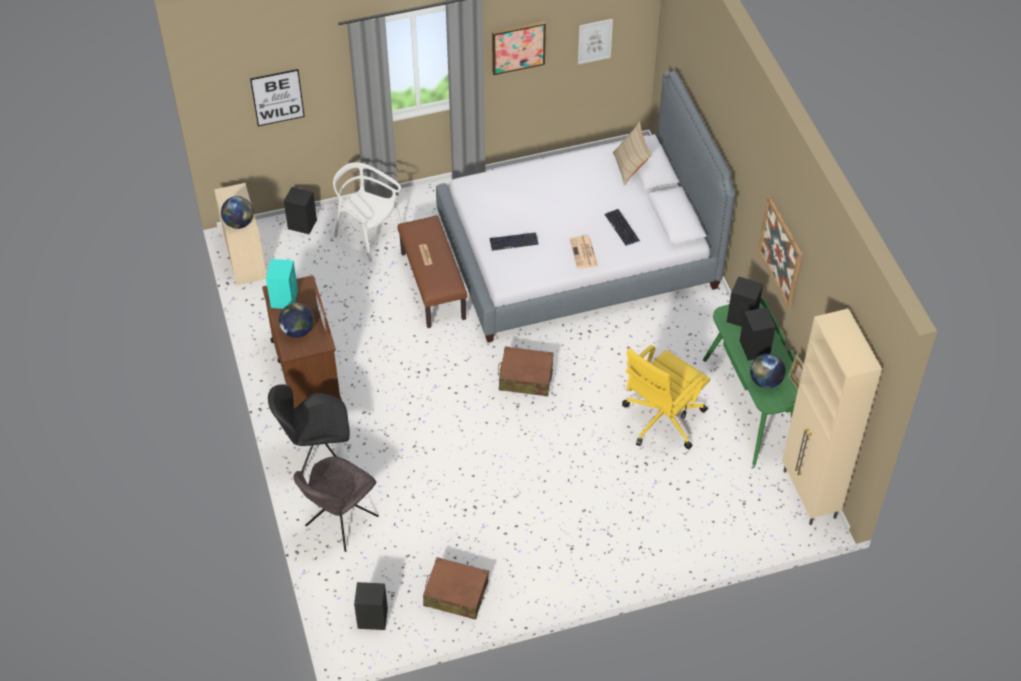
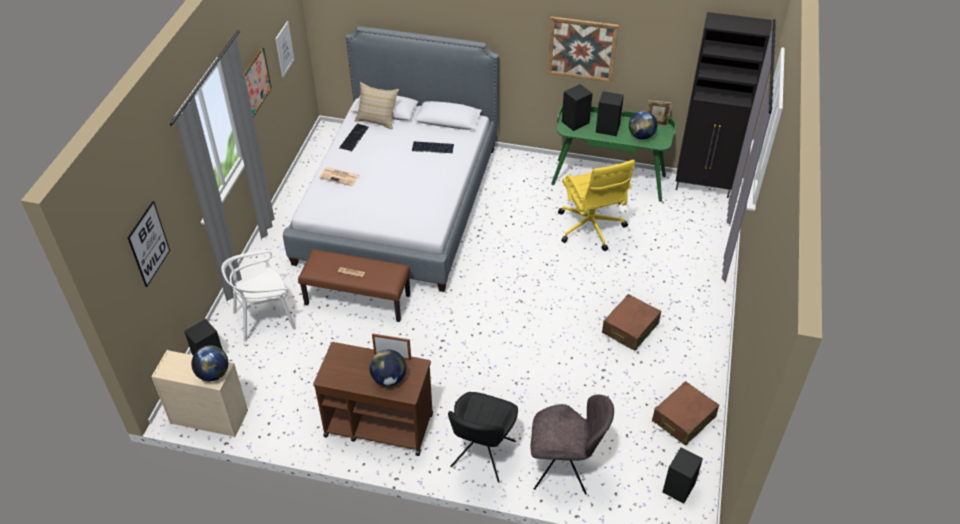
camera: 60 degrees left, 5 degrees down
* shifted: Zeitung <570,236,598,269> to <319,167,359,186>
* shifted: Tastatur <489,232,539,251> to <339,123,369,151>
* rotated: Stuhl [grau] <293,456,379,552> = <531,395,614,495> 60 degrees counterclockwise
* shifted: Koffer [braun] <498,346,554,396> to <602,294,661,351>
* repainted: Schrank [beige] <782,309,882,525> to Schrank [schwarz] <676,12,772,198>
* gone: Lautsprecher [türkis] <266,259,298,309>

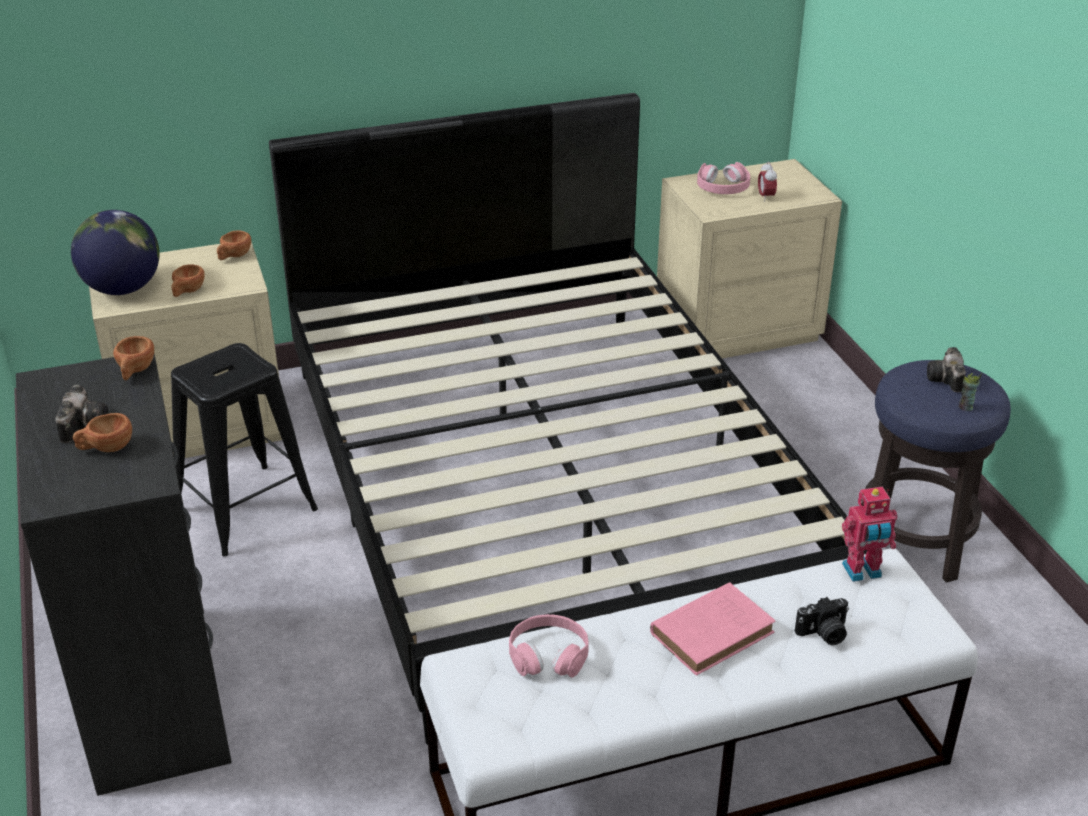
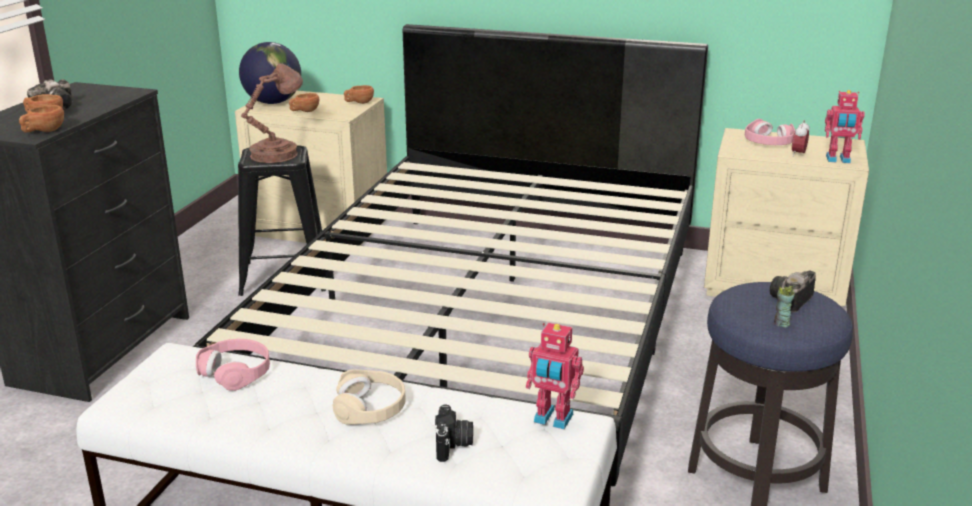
camera: 35 degrees right, 10 degrees down
* shifted: Tasse [braun] <113,336,154,380> to <19,105,64,133>
* new: Tischlampe [braun] <241,63,303,163>
* swapped: Buch [rosa] <650,582,776,676> to Kopfhörer [beige] <333,369,406,425>
* rotated: Kamera <794,597,849,645> = <433,404,473,462> 105 degrees counterclockwise
* new: Spielzeugroboter <825,90,865,163>

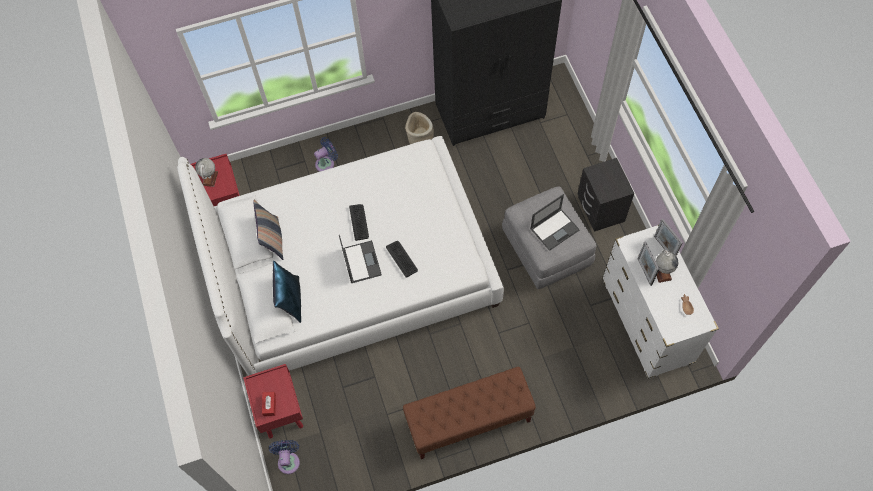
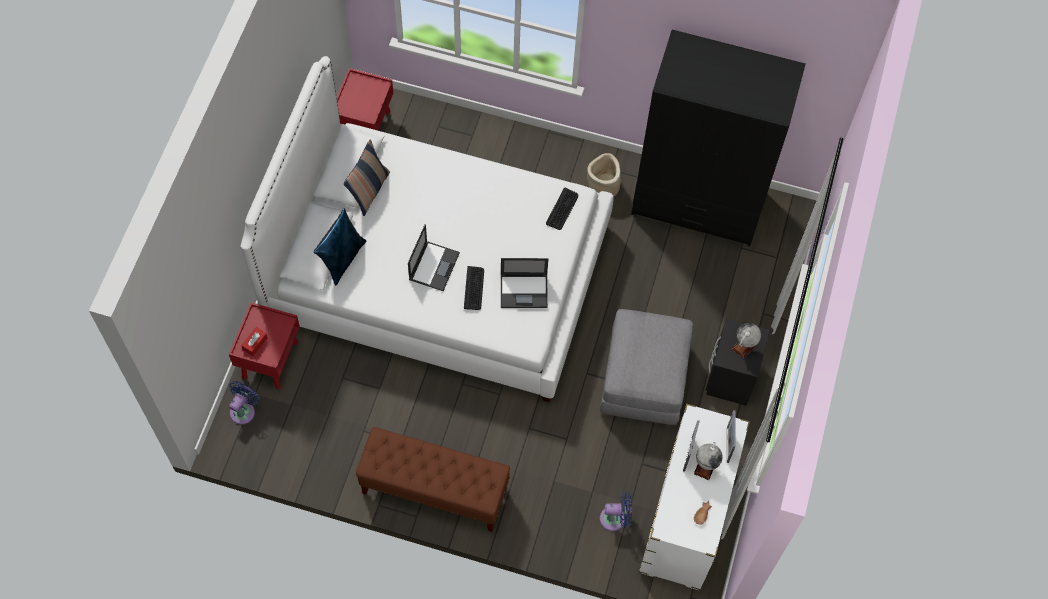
camera: 30 degrees right, 0 degrees up
* shifted: Laptop <530,194,580,251> to <501,258,548,308>
* shifted: Tastatur <349,204,369,241> to <546,188,578,230>
* shifted: Ventilator [blau] <314,137,338,172> to <600,492,632,531>
* shifted: Globus <195,158,218,187> to <732,323,761,359>

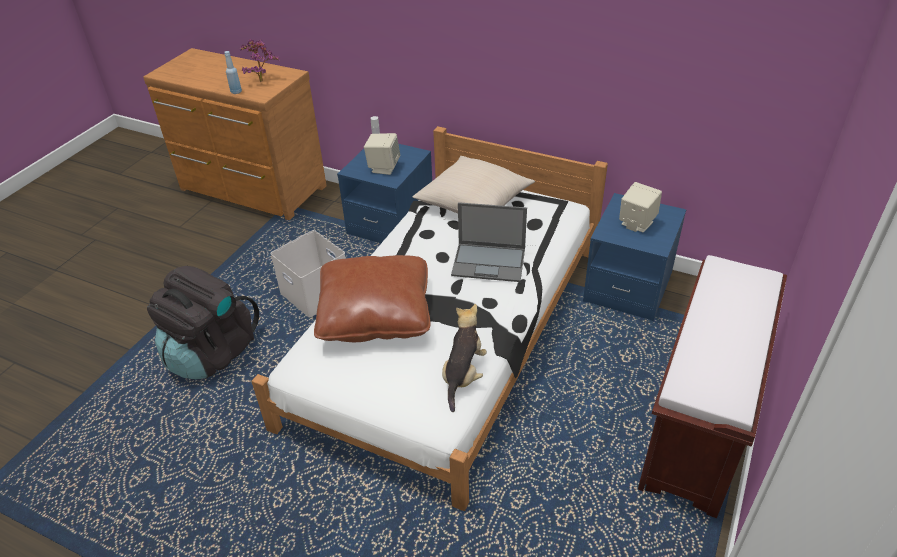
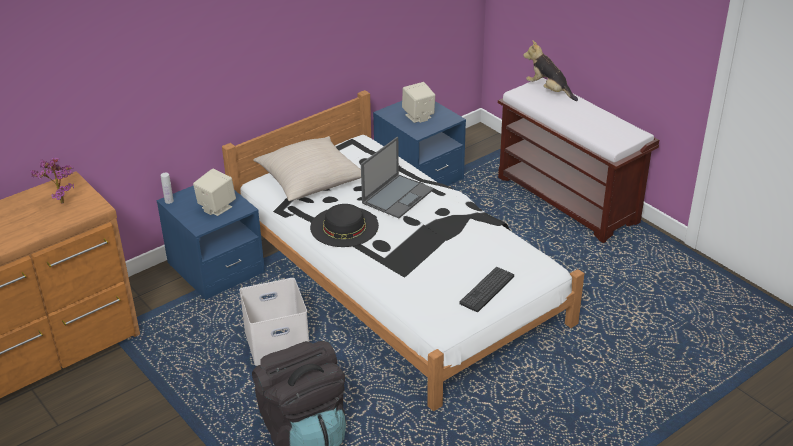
camera: 65 degrees left, 5 degrees down
* new: Hut [schwarz] <310,204,379,247>
* new: Tastatur <459,267,514,312>
* shifted: Plüschtier <442,304,487,412> to <523,40,578,101>
* gone: Flasche [blau] <224,51,242,94>
* gone: Kissen [braun] <314,255,430,342>

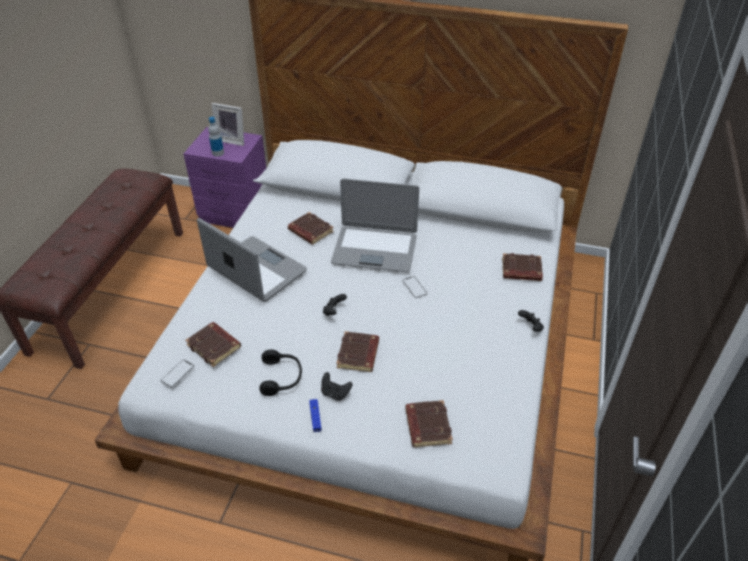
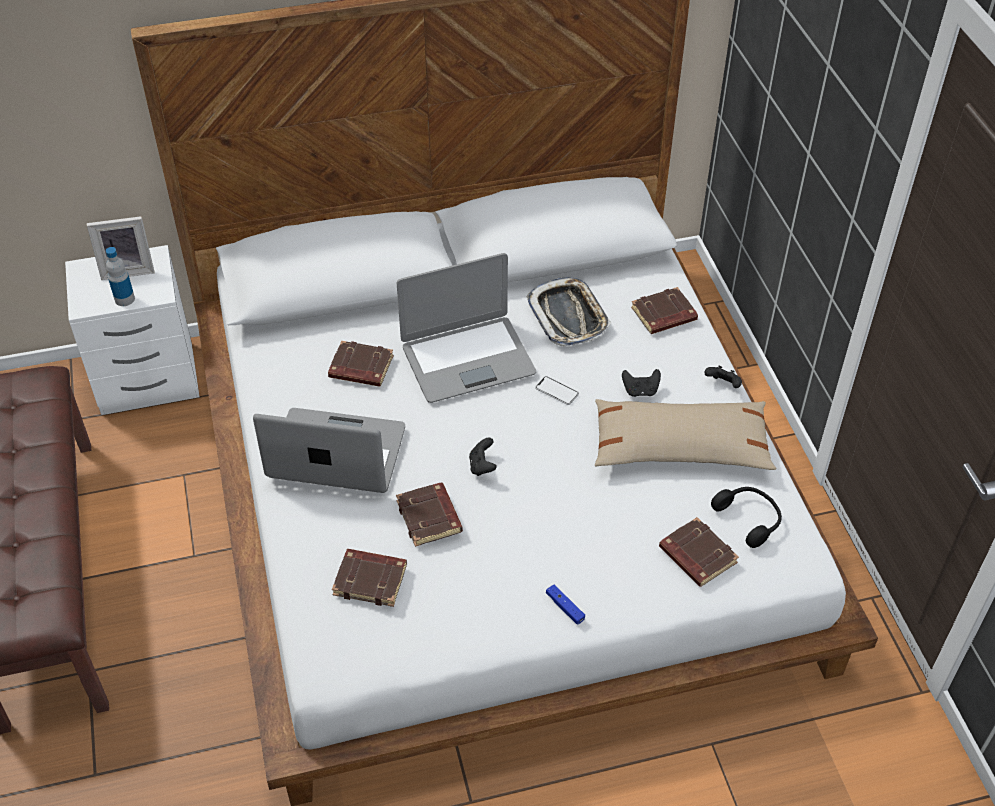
camera: 30 degrees left, 5 degrees up
* repainted: Nachttisch [lila] <183,127,266,228> to Nachttisch [weiß] <65,245,200,415>
* shifted: Buch [braun] <336,331,379,372> to <396,483,463,547>
* new: Tablett <526,277,611,347>
* new: Kissen [beige] <595,399,776,470>
* shifted: Gamepad [schwarz] <321,372,352,401> to <622,369,661,397>
* shifted: Kopfhörer [schwarz] <259,349,302,396> to <711,487,782,548>
* gone: Handy <161,360,194,388>

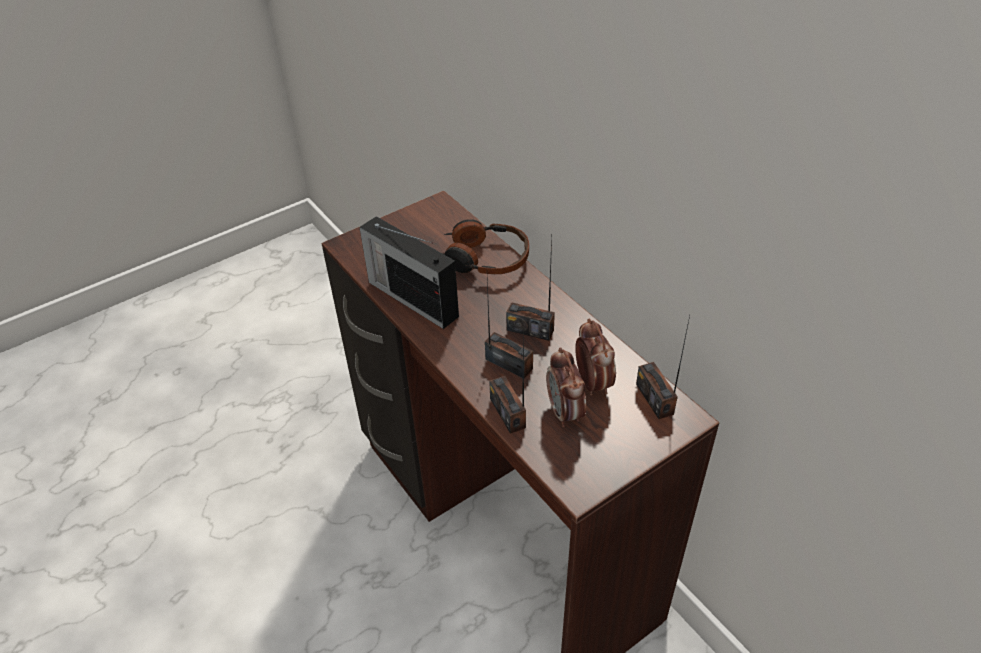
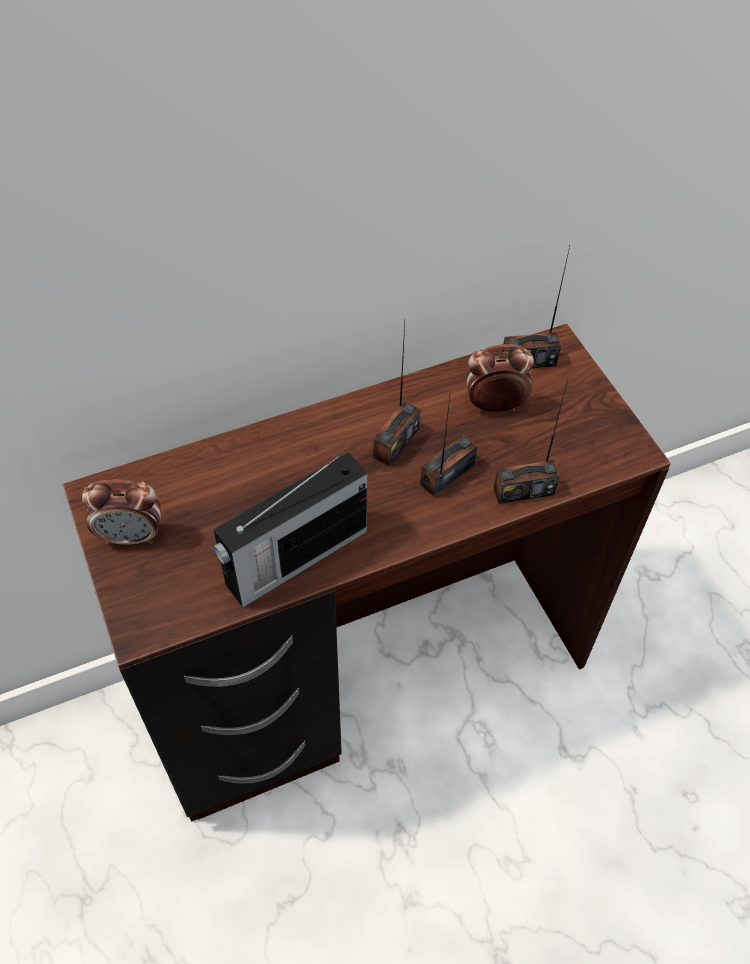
camera: 80 degrees left, 10 degrees up
* shifted: Wecker <546,347,586,427> to <82,480,161,545>
* gone: Kopfhörer <442,219,529,274>

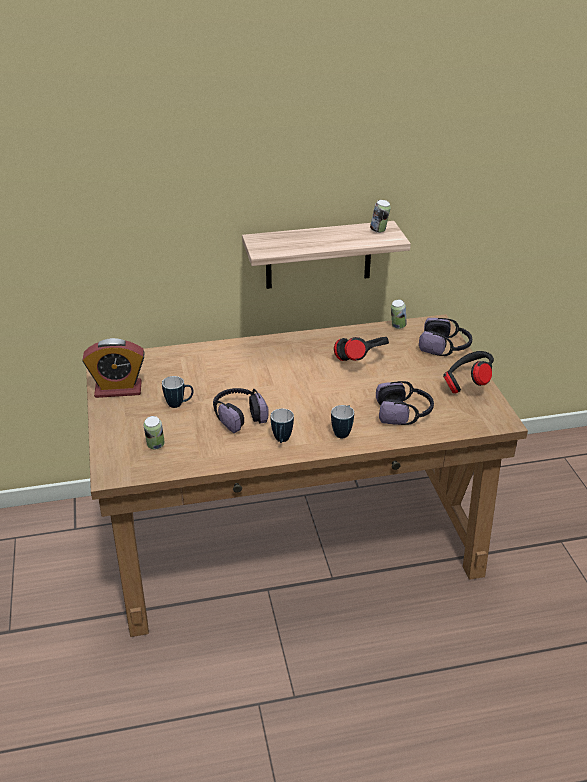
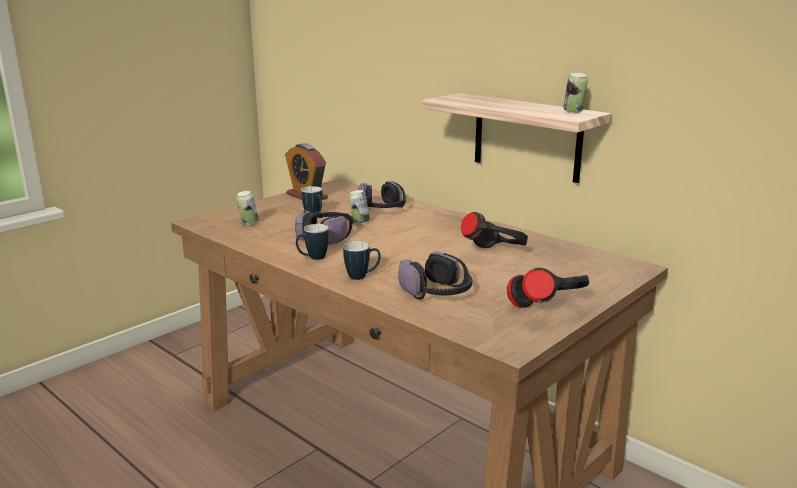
camera: 55 degrees right, 15 degrees down
* shifted: Dose <391,300,407,329> to <349,190,370,224>
* shifted: Kopfhörer <419,318,472,356> to <358,181,406,208>

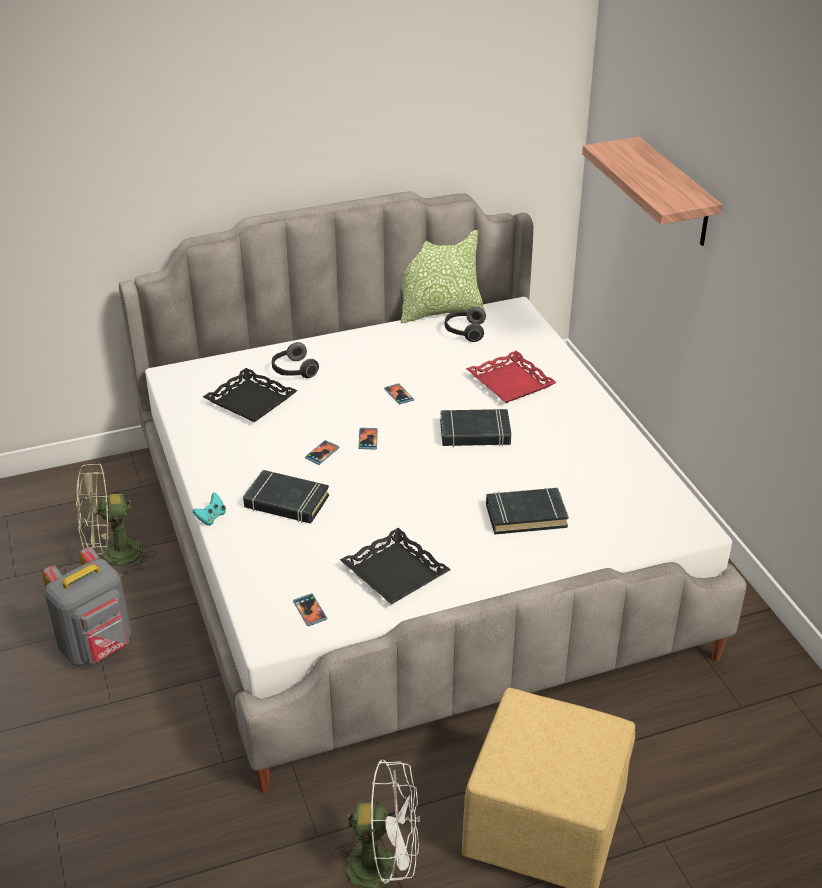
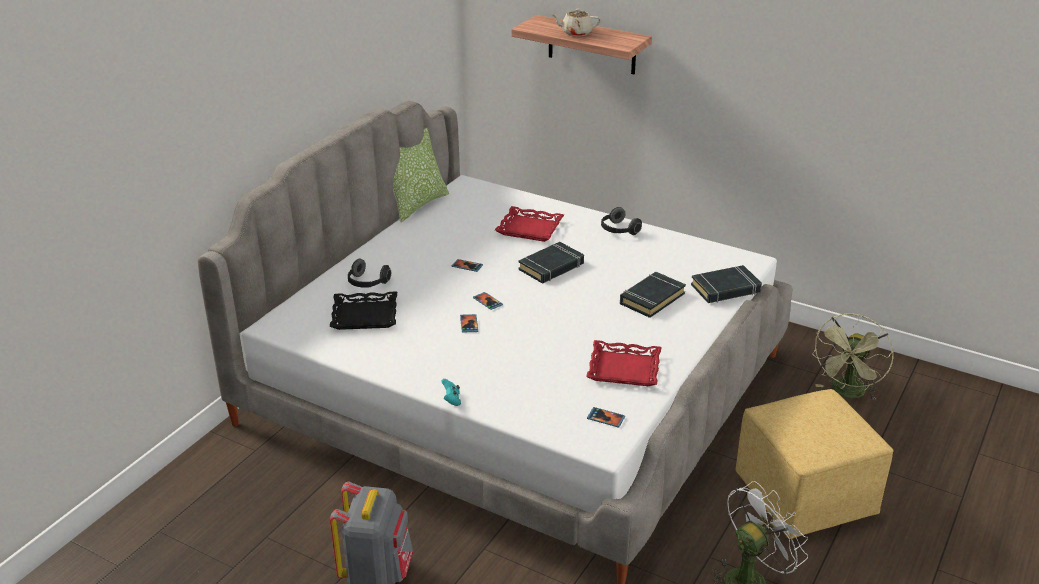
camera: 40 degrees left, 5 degrees down
* new: Teekanne [beige] <552,9,601,36>
* repainted: Tablett [schwarz] <340,528,451,605> to Tablett [rot] <586,340,662,386>
* shifted: Kopfhörer <445,307,486,342> to <601,207,642,235>
* shifted: Buch [schwarz] <243,470,329,524> to <691,265,762,303>
* shifted: Ventilator [grün] <76,463,156,576> to <812,313,894,401>

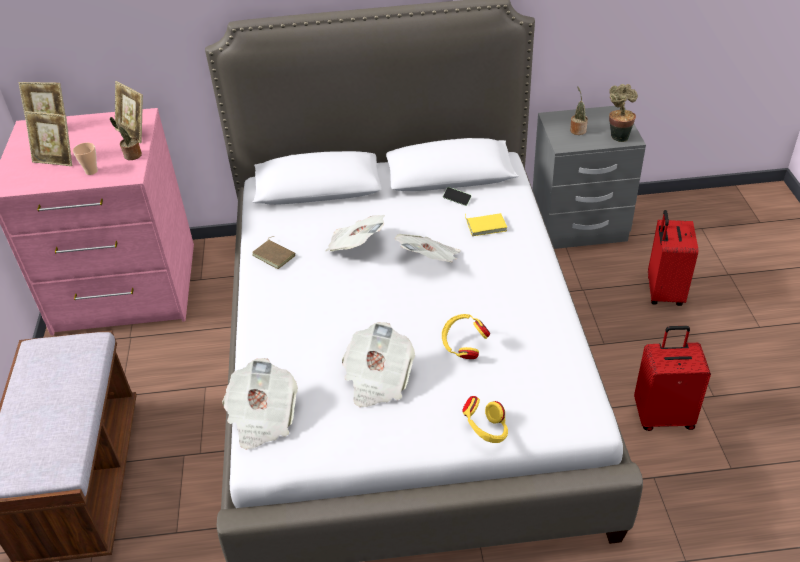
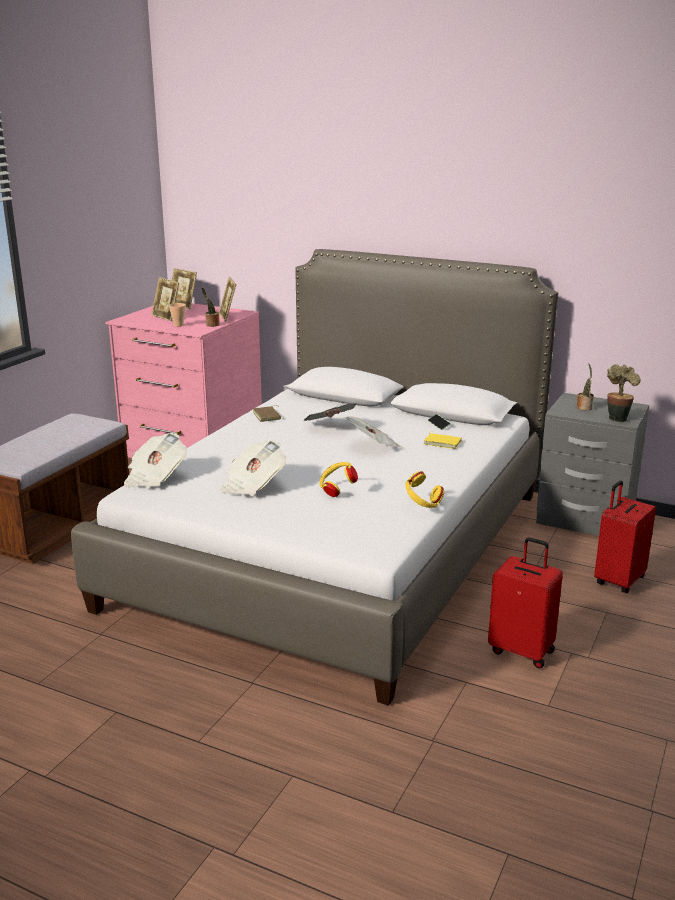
camera: 30 degrees right, 20 degrees down
* shifted: Kopfhörer [gelb] <462,396,508,443> to <405,471,444,508>

